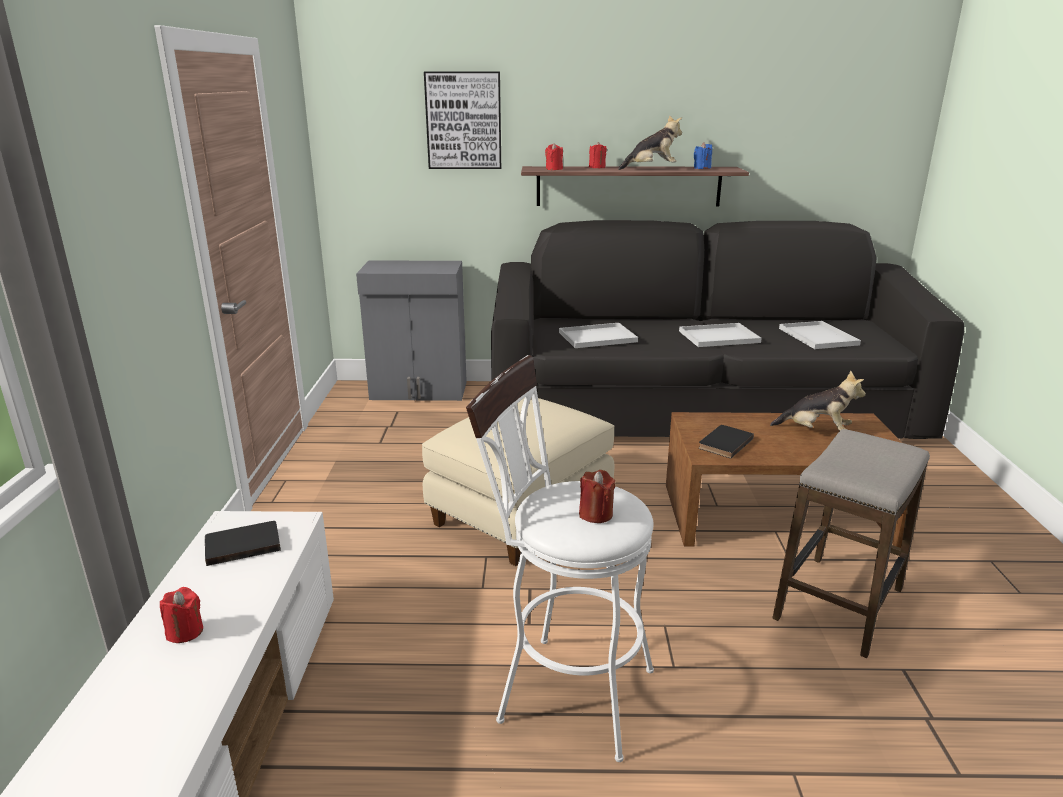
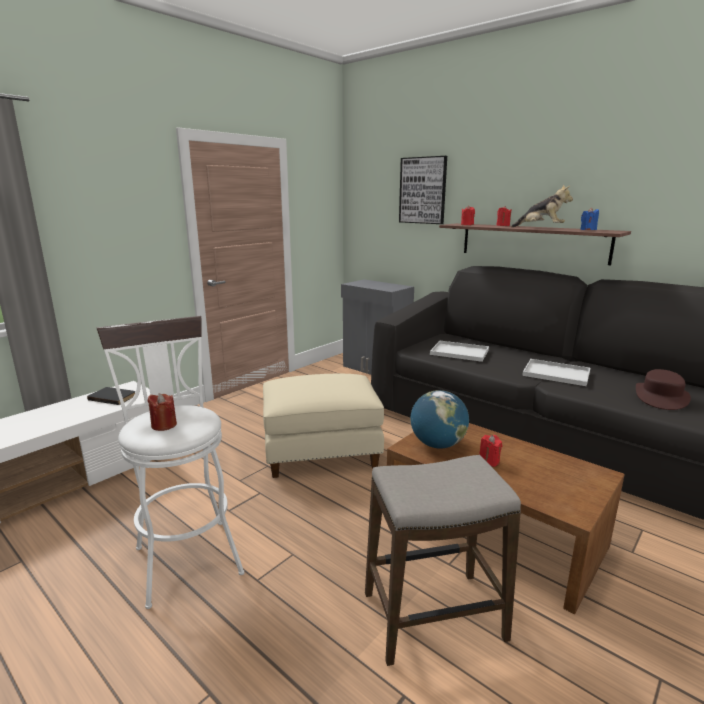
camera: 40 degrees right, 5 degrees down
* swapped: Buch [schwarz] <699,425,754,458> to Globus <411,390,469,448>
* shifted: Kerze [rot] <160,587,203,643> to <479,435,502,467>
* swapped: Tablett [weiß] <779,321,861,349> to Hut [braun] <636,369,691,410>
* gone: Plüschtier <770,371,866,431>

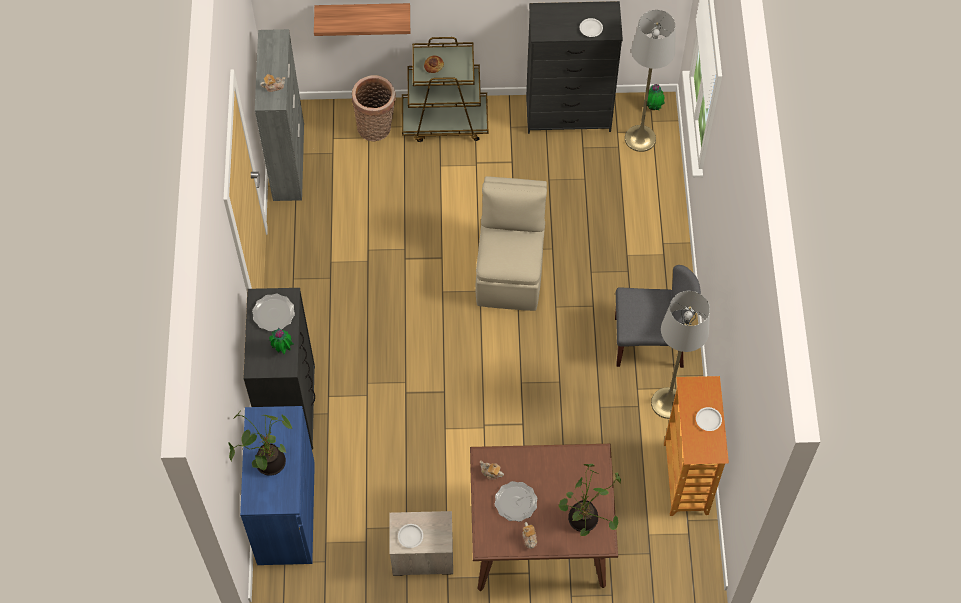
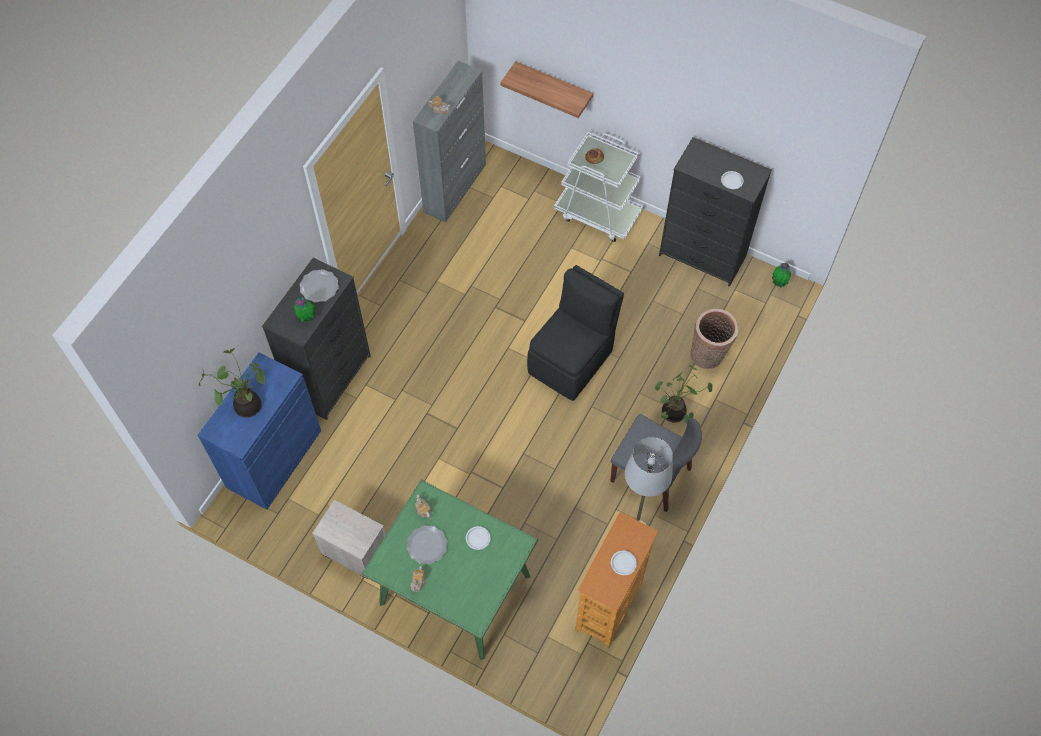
camera: 30 degrees right, 0 degrees up
* repainted: Esstisch [braun] <470,444,618,591> to Esstisch [grün] <362,480,538,660>
* shifted: Teller [weiß] <398,524,423,548> to <466,526,490,550>
* repainted: Stuhl [beige] <475,176,547,311> to Stuhl [schwarz] <527,265,624,401>
* repainted: Rollwagen [braun] <402,37,488,142> to Rollwagen [weiß] <554,132,643,242>
* shifted: Topfpflanze <558,464,621,536> to <655,365,713,424>
* shifted: Korb <352,75,396,142> to <691,309,738,369>
* gone: Stehlampe [grau] <625,10,675,152>

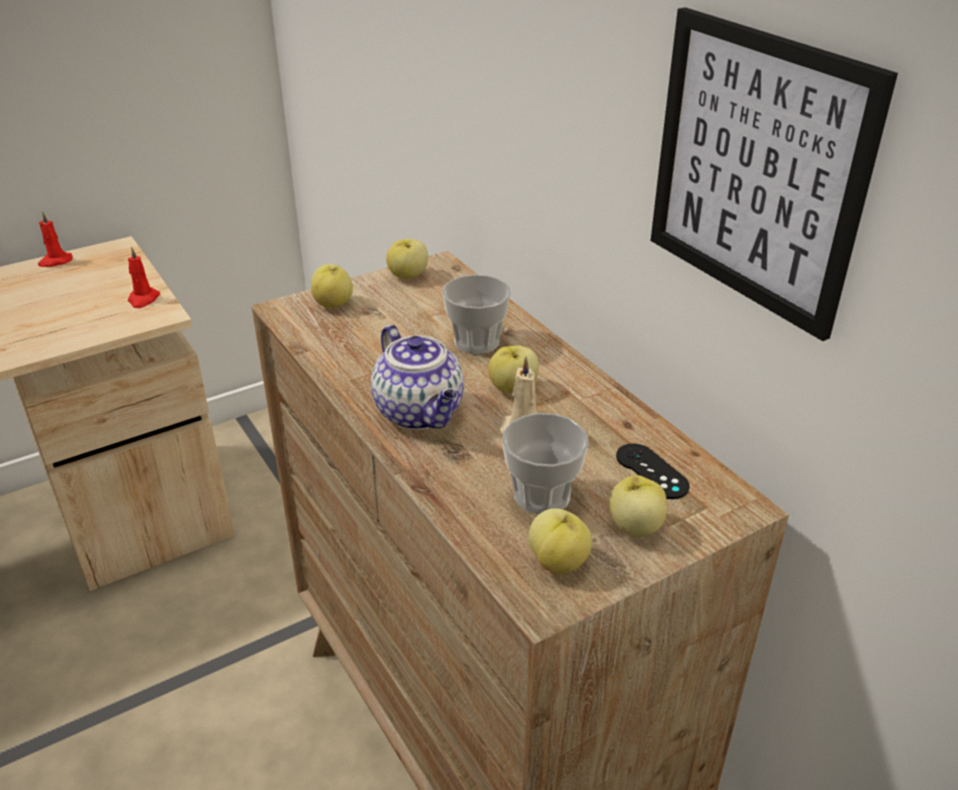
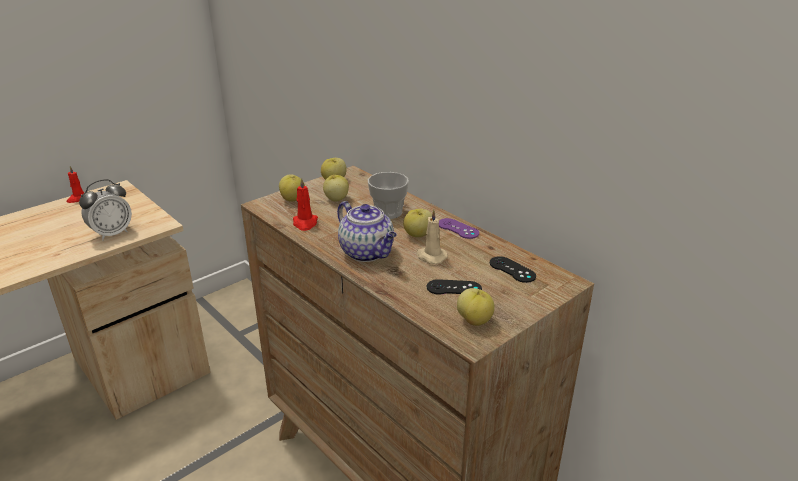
camera: 10 degrees left, 5 degrees down
* new: Wecker <79,179,132,241>
* shifted: Kerze [rot] <128,247,160,308> to <293,177,318,231>
* shifted: Apfel <609,475,667,537> to <323,175,349,201>
* swapped: Tasse <502,413,588,514> to Gamepad [schwarz] <427,279,482,295>
* new: Gamepad [lila] <439,218,479,239>
* gone: Bild <651,7,898,341>

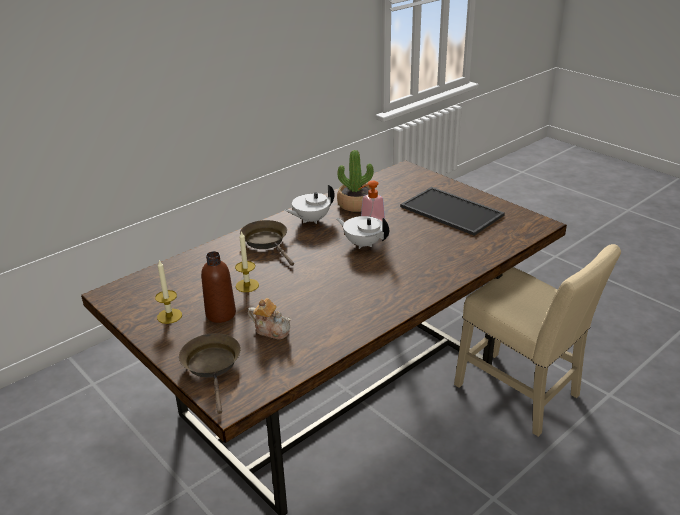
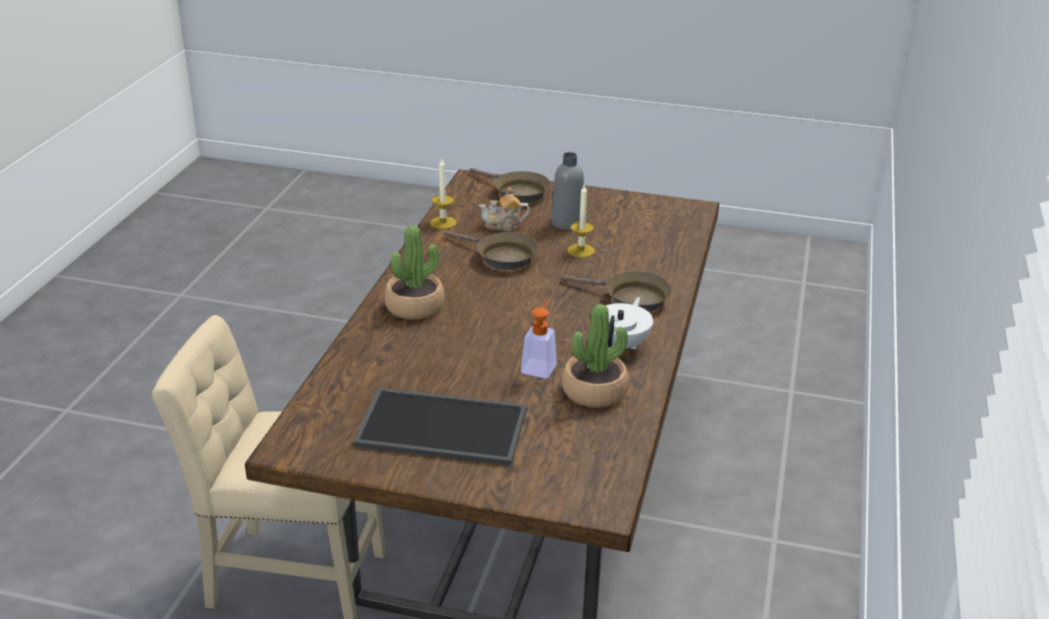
camera: 145 degrees right, 0 degrees up
* new: Topfpflanze <384,225,444,320>
* shifted: Kerze <155,259,182,324> to <430,159,456,229>
* new: Pfanne [braun] <444,231,539,270>
* repainted: Flasche [braun] <201,251,236,323> to Flasche [grau] <551,152,584,230>
* gone: Teekanne [weiß] <336,216,389,249>

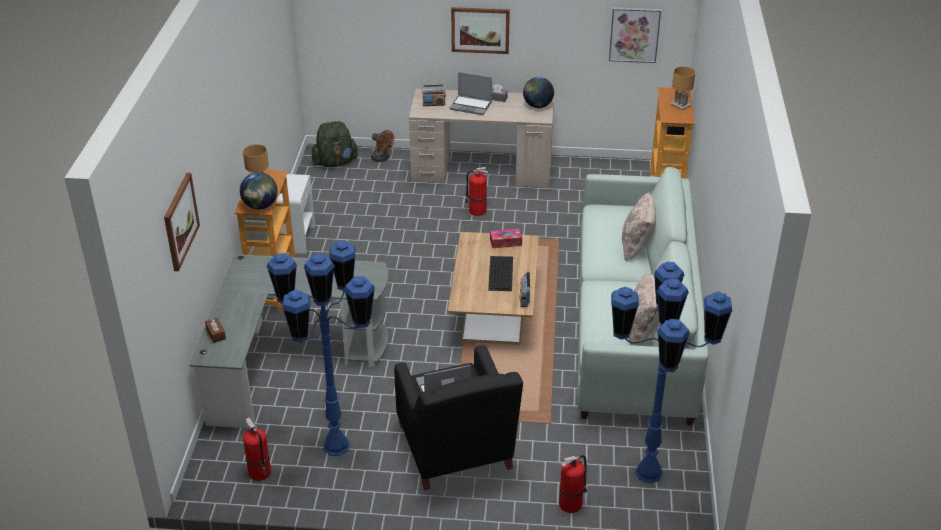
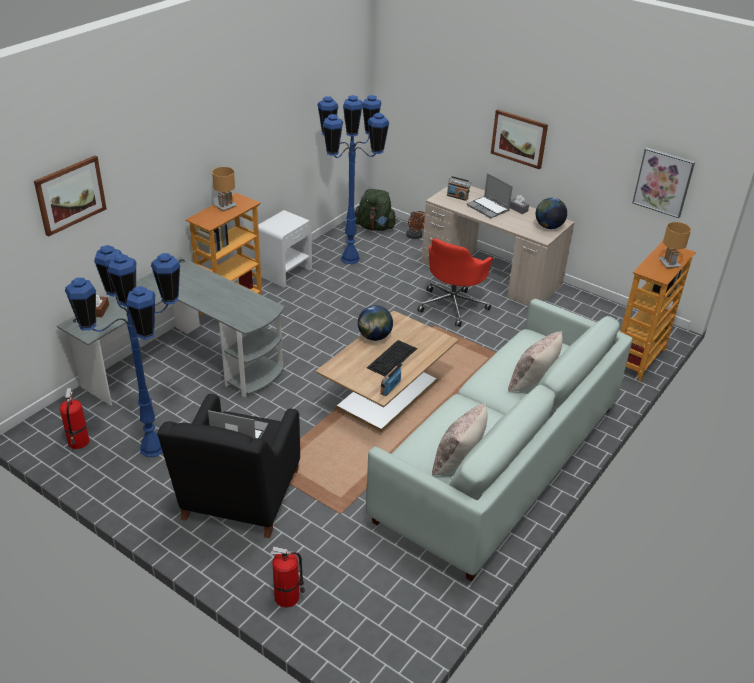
camera: 30 degrees right, 0 degrees up
* shifted: Stehlampe [blau] <611,262,732,483> to <317,95,389,264>
* shifted: Globus <240,172,278,209> to <358,305,393,341>
* swapped: Feuerlöscher <465,167,488,216> to Bürostuhl [rot] <417,238,493,327>
* gone: Taschentuchbox <490,228,522,248>

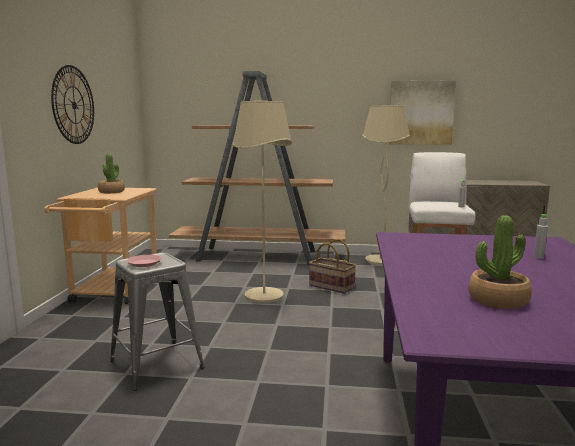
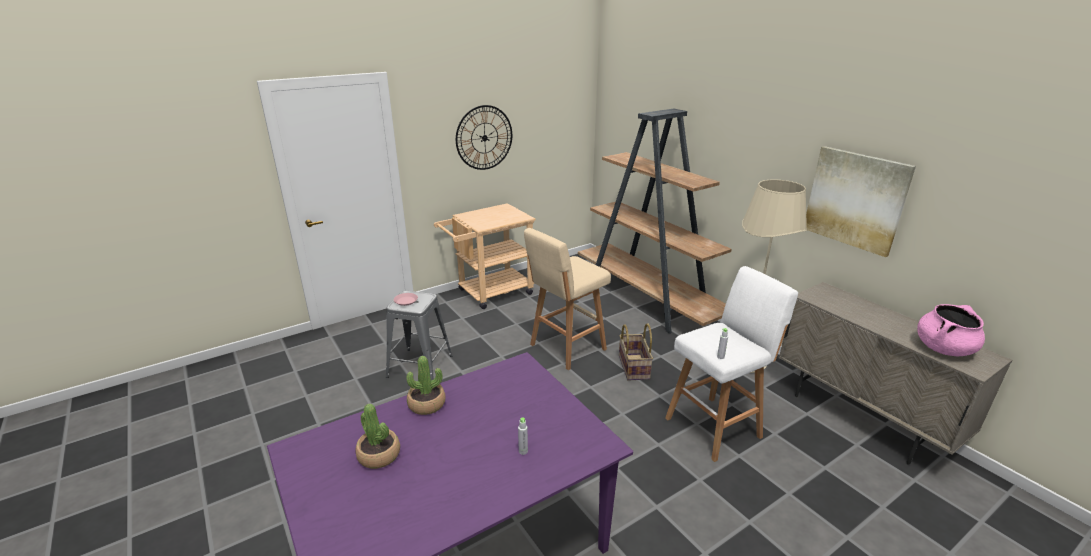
camera: 50 degrees right, 15 degrees up
* shifted: Topfpflanze <98,154,125,193> to <407,356,446,415>
* swapped: Stehlampe [beige] <233,101,292,303> to Hocker [beige] <524,228,611,370>
* new: Kochtopf [rosa] <917,304,985,356>

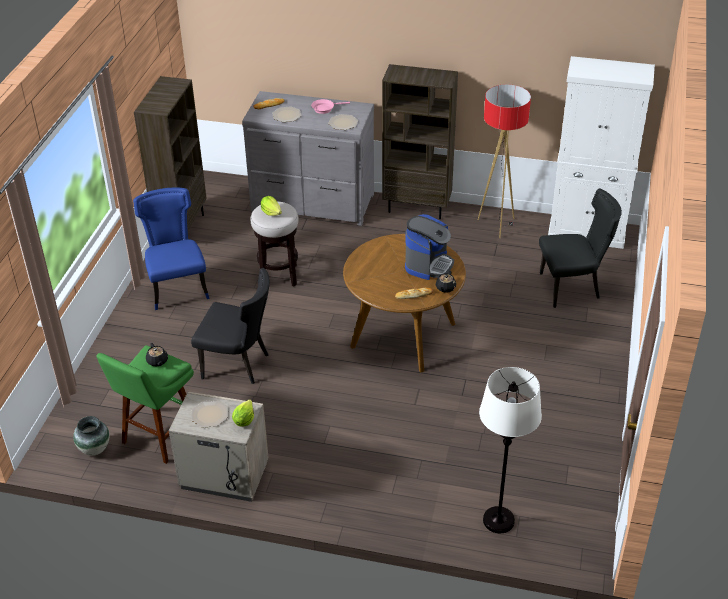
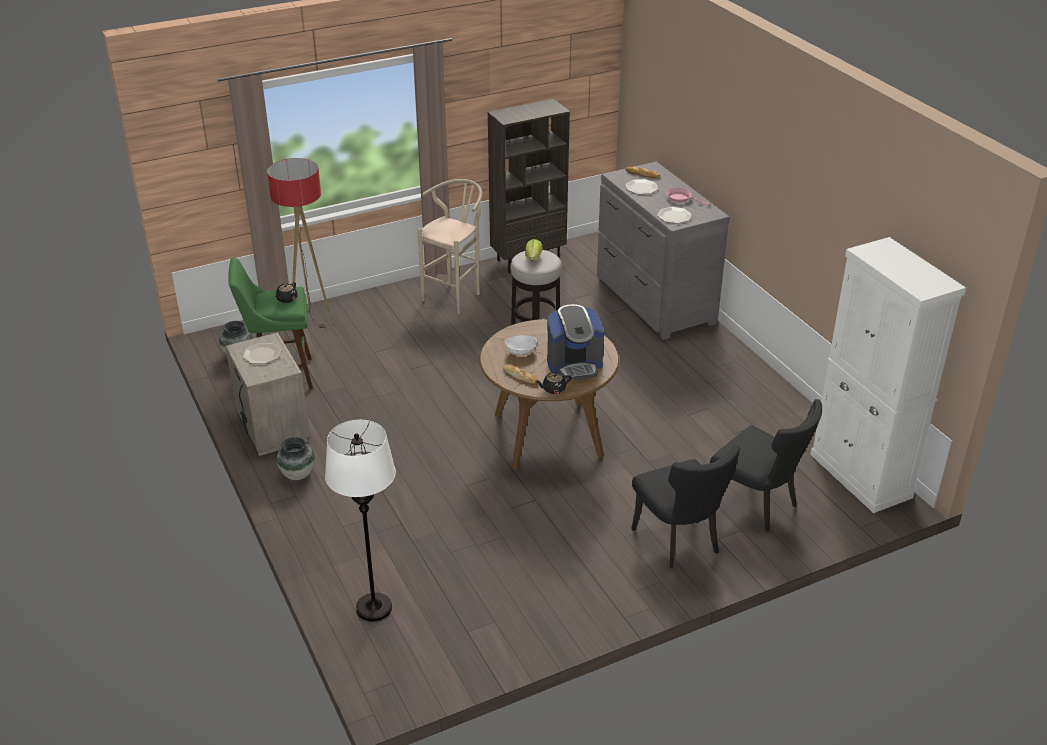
camera: 50 degrees right, 5 degrees down
* shifted: Stehlampe <478,84,531,238> to <267,158,333,328>
* new: Vase <277,437,315,480>
* swapped: Stuhl [blau] <133,188,210,310> to Hocker [beige] <417,179,482,314>
* new: Schüssel [weiß] <505,335,537,356>
* shifted: Stuhl [schwarz] <191,268,270,384> to <631,445,740,568>
* gone: Salatkopf <232,399,254,427>
* gone: Bücherregal [braun] <382,64,458,219>

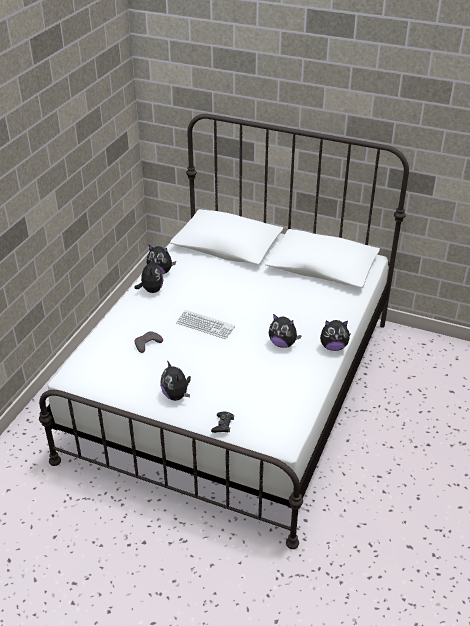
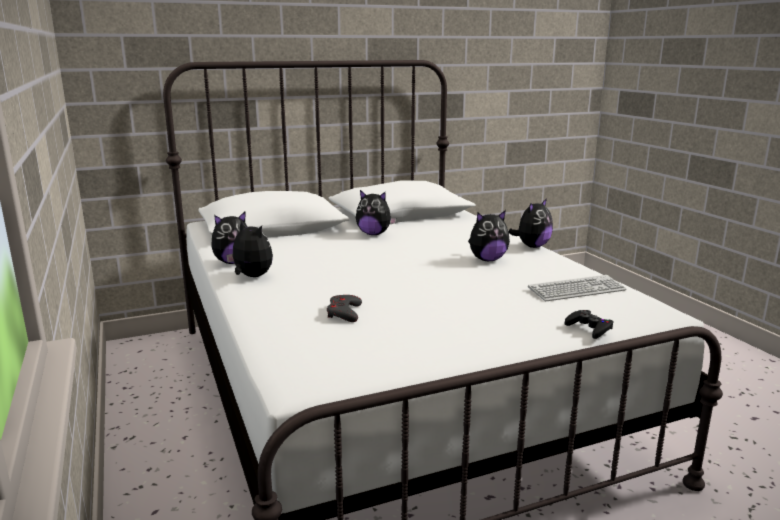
camera: 45 degrees left, 20 degrees down
* shifted: Plüschtier <160,360,191,401> to <356,190,396,235>
* shifted: Tastatur <176,310,235,339> to <528,275,626,301>

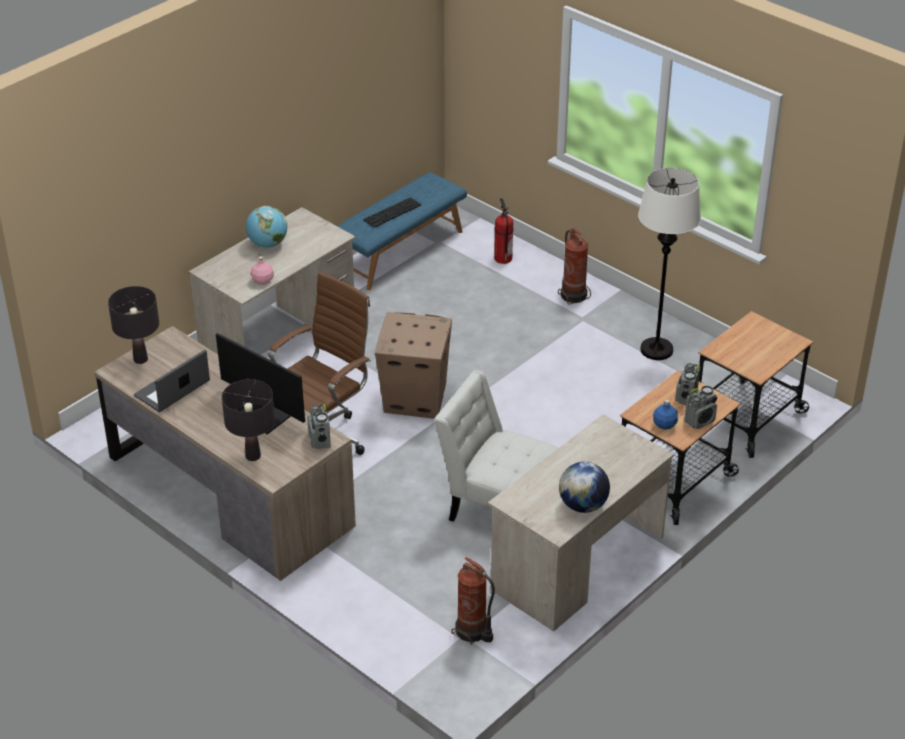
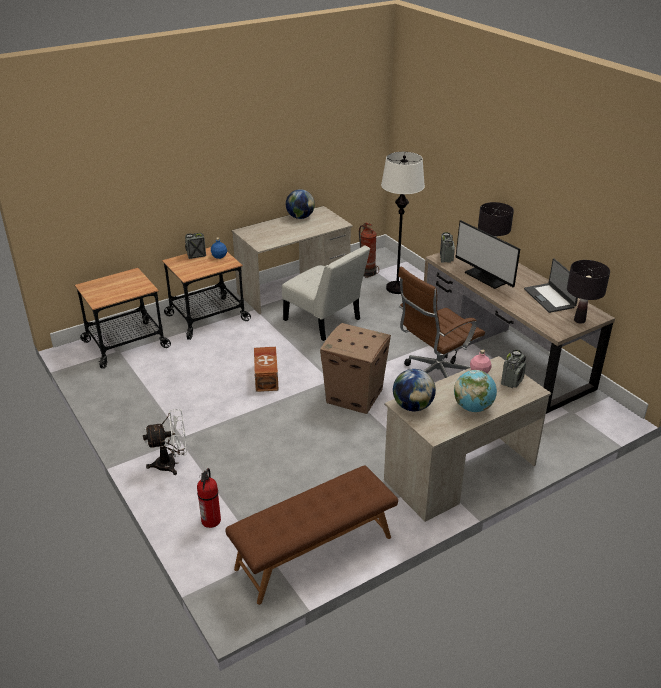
camera: 165 degrees left, 5 degrees down
* swapped: Feuerlöscher <558,228,591,304> to Ventilator [weiß] <143,409,187,475>
* repainted: Bank [blau] <337,172,467,290> to Bank [braun] <225,465,398,605>
* new: Aufbewahrungsbox [braun] <254,347,279,392>
* shifted: Stehlampe [weiß] <638,168,701,360> to <381,152,425,294>
* new: Globus <393,369,436,411>
* shifted: Radio <675,363,700,405> to <501,349,526,388>
* rotated: Laptop <134,350,210,412> = <524,259,578,313> 105 degrees clockwise
* gone: Tastatur <363,197,422,228>

